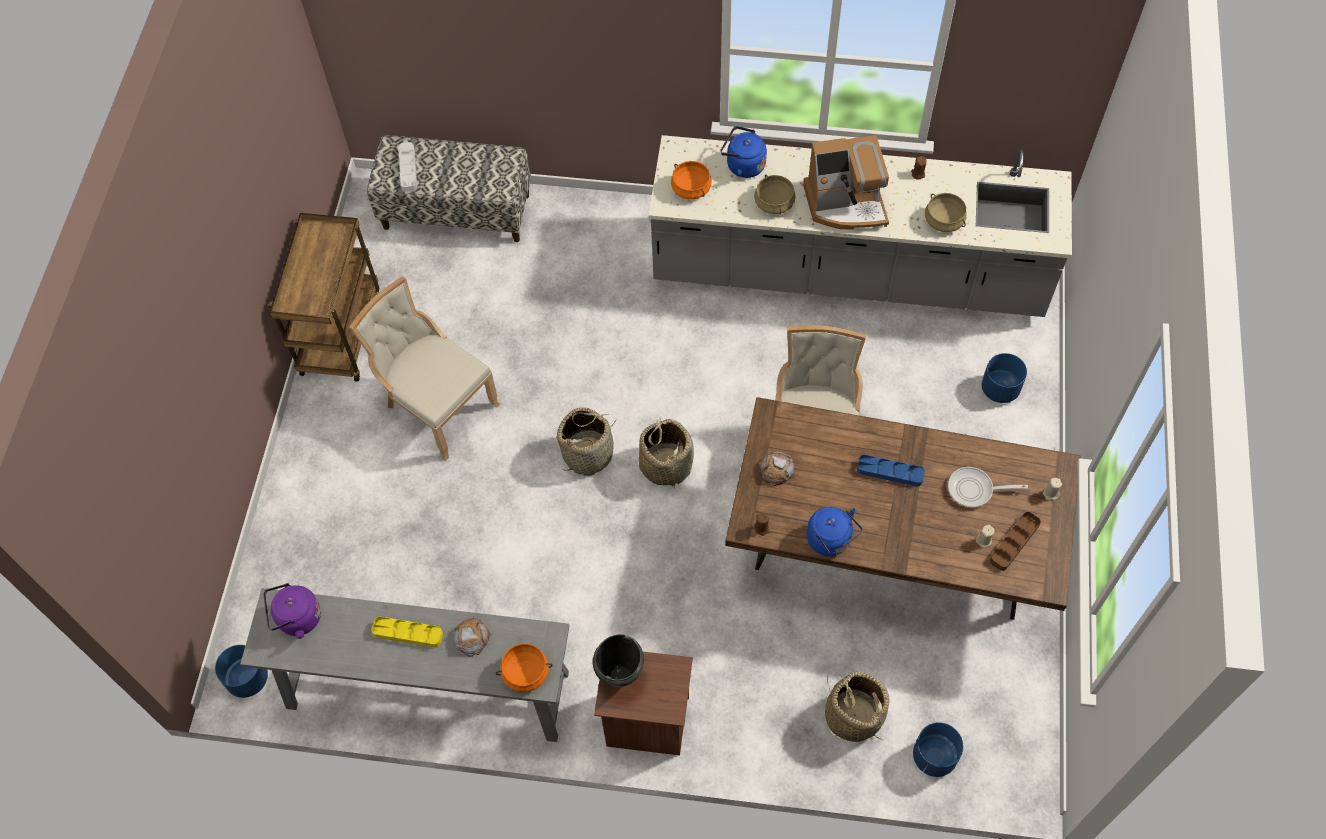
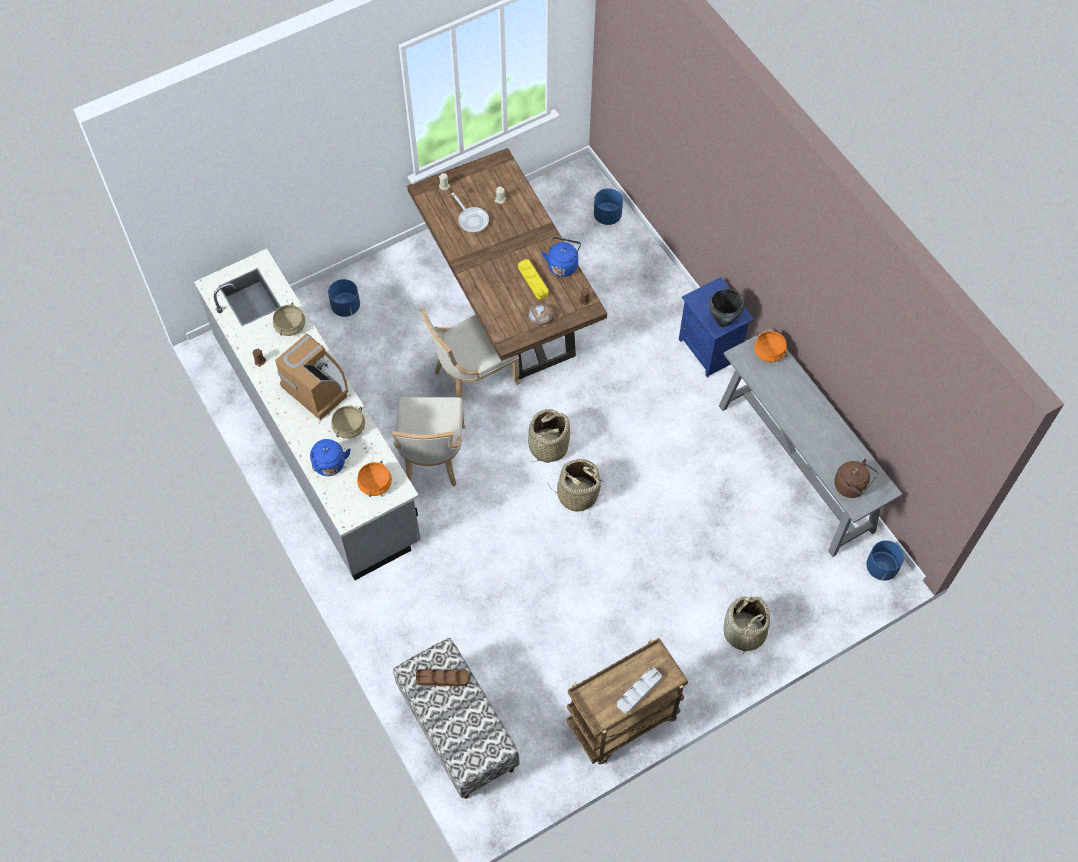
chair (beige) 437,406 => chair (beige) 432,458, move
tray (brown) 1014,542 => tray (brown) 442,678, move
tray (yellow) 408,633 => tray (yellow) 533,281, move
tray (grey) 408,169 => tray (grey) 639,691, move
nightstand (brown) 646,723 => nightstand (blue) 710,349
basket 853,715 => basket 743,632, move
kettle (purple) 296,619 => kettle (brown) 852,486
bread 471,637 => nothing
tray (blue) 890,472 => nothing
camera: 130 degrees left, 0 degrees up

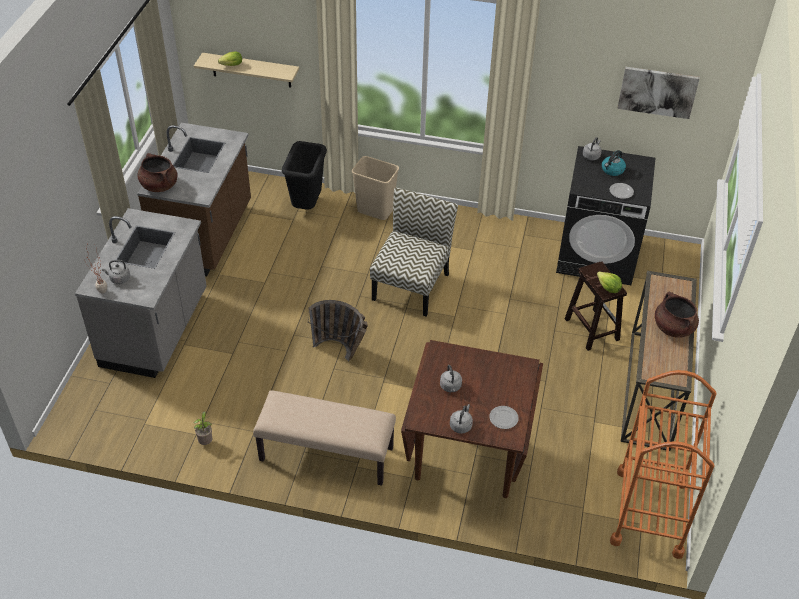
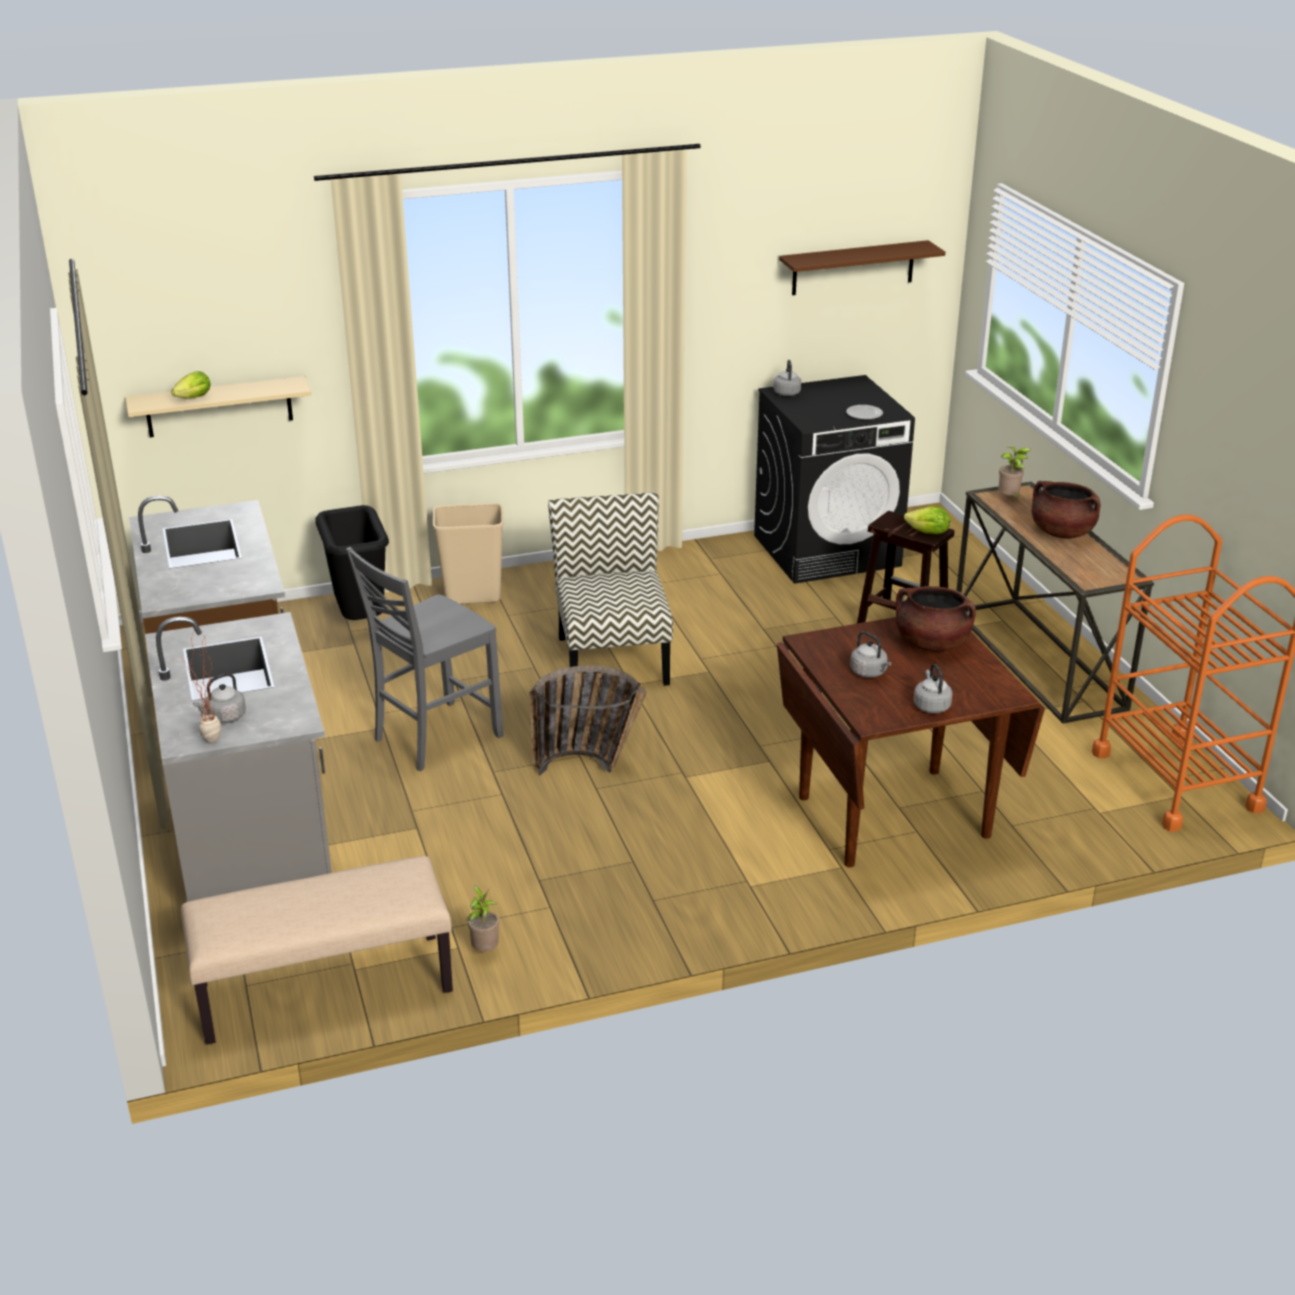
bench (beige) 325,454 => bench (beige) 324,989, move
nothing => chair (grey) 434,737
picture 657,91 => shelf (brown) 853,268
cooking pot (brown) 159,185 => cooking pot (brown) 931,643, move
nothing => potted plant 1009,499
plate 503,418 => nothing
kettle 612,170 => nothing
camera: 30 degrees left, 15 degrees down

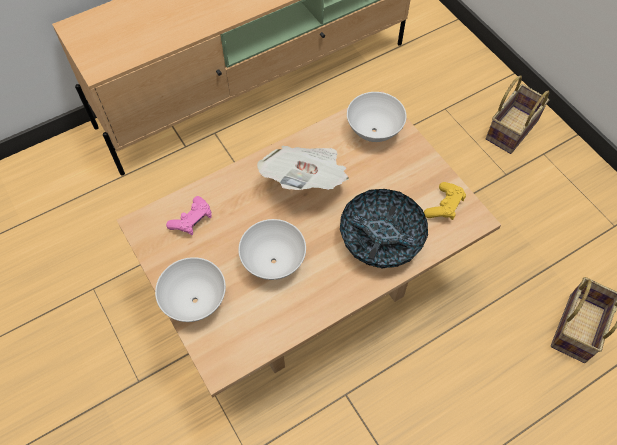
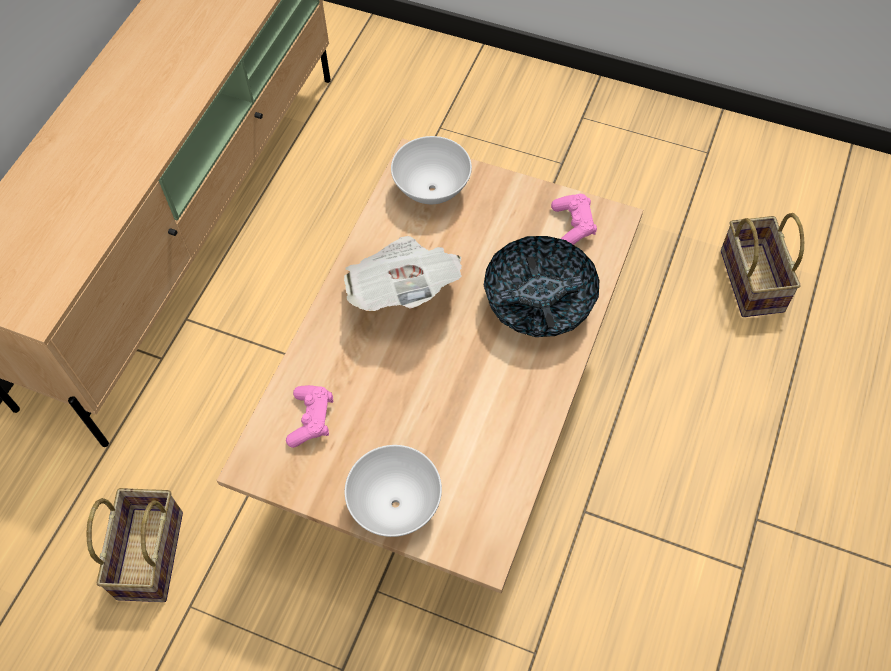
basket 511,128 => basket 148,552, move
game controller (yellow) 444,206 => game controller (pink) 573,226
bowl (white) 273,262 => nothing
camera: 35 degrees left, 0 degrees up

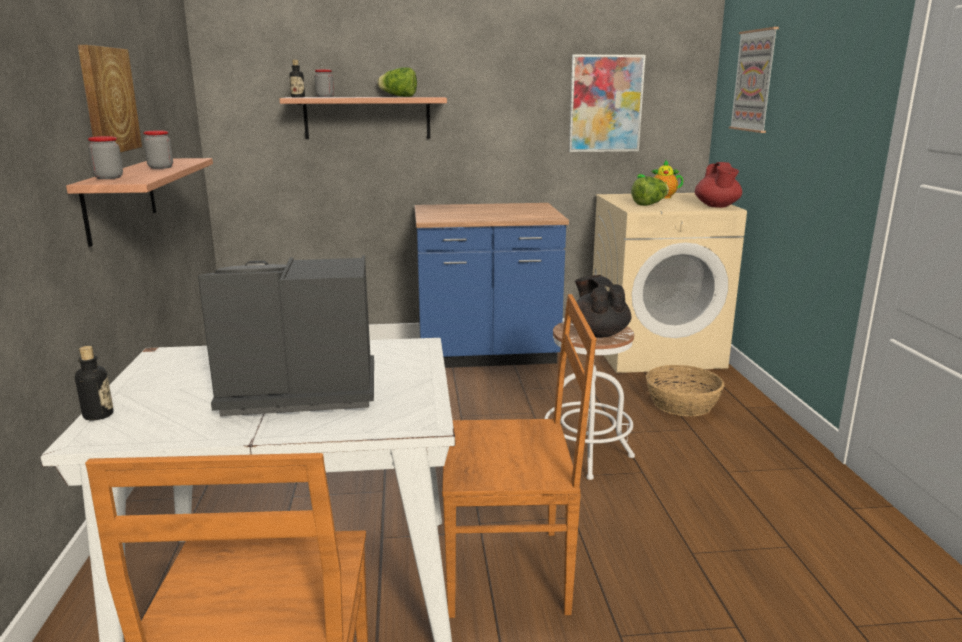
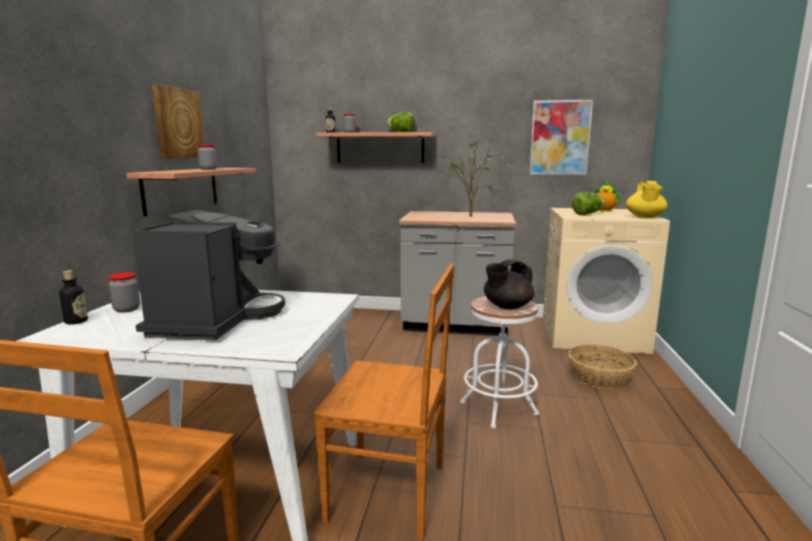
jar 108,177 => jar 127,309, move
coffee machine 295,391 => coffee machine 216,319, 90 degrees clockwise
counter (blue) 486,355 => counter (grey) 455,326
nothing => potted plant 472,217
teapot (black) 598,333 => teapot (black) 507,306, 120 degrees counterclockwise
teapot (red) 717,206 => teapot (yellow) 645,217
picture 754,81 => nothing
camera: 15 degrees right, 5 degrees down

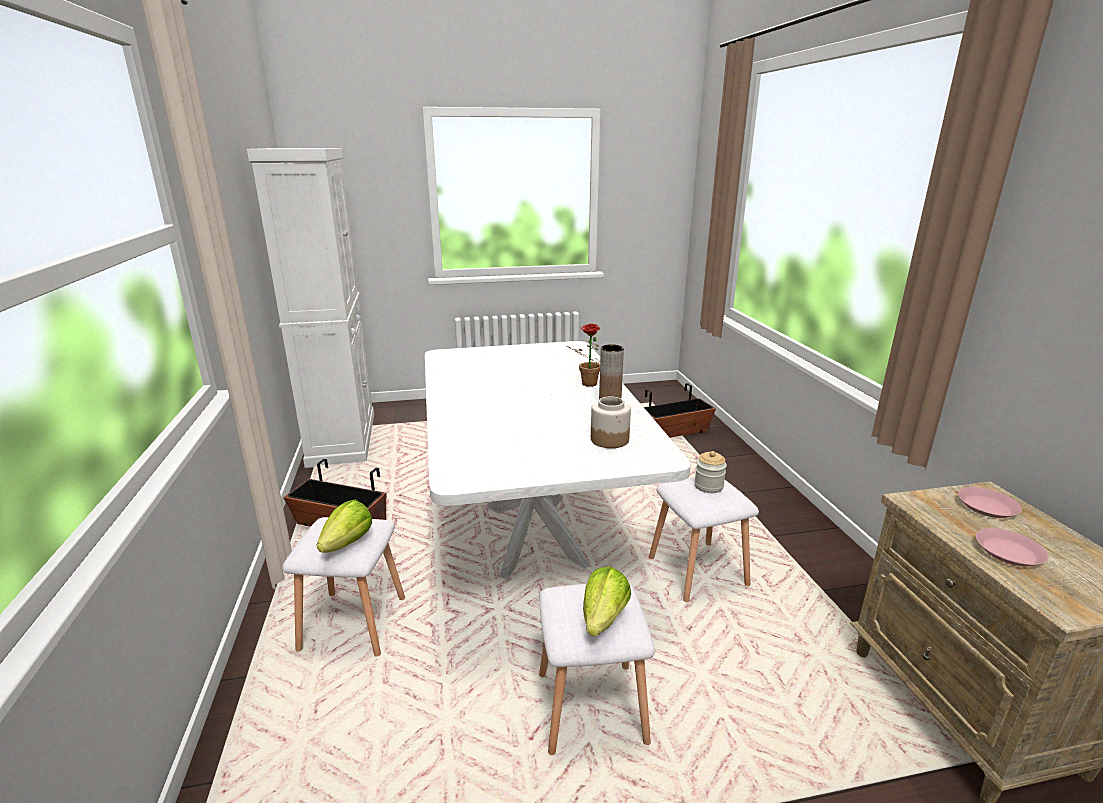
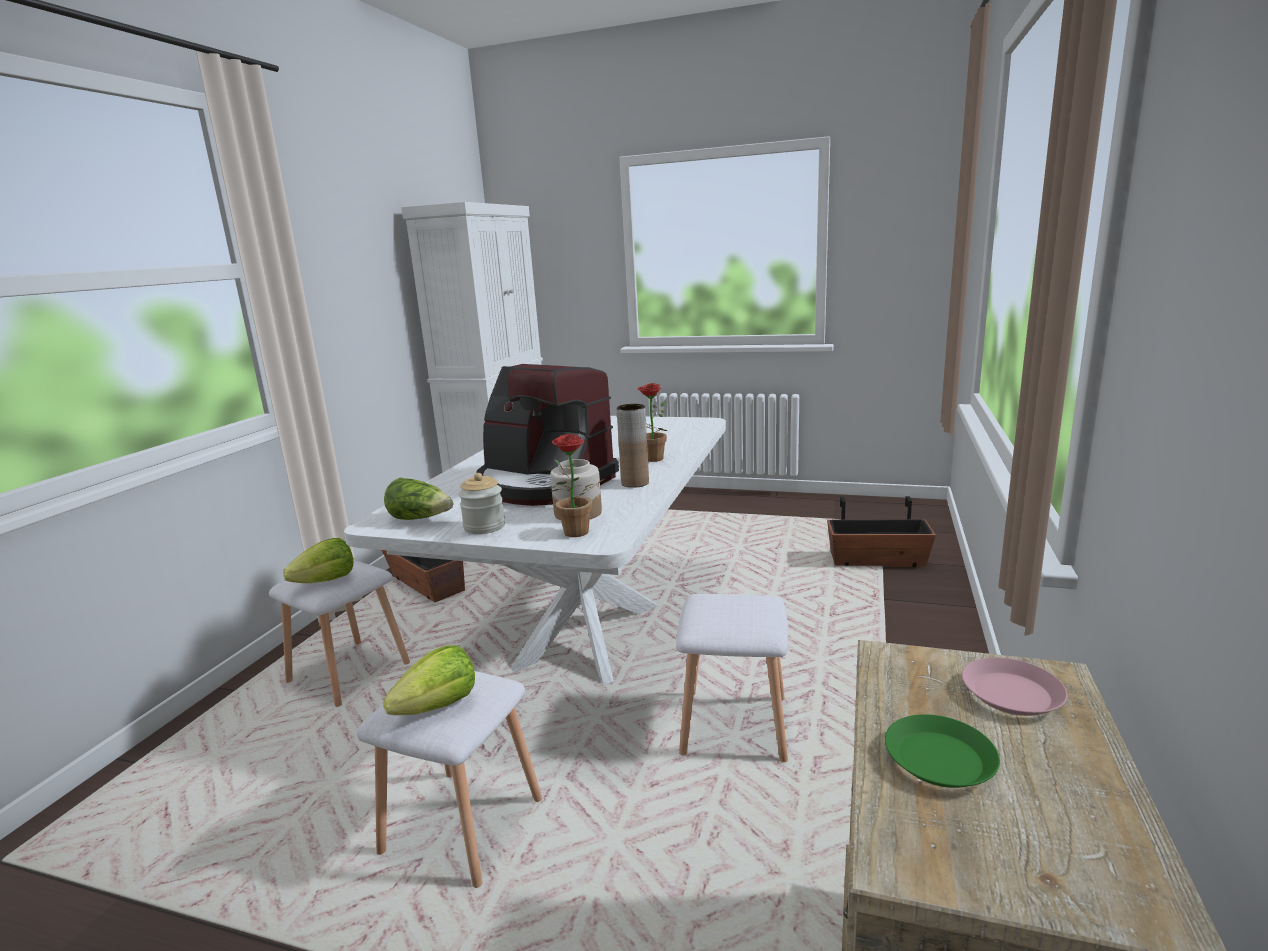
nothing => lettuce 421,519
jar 708,486 => jar 484,527, move
nothing => coffee machine 544,483
nothing => potted plant 577,534
plate (pink) 1008,552 => plate (green) 938,759
camera: 30 degrees right, 5 degrees down

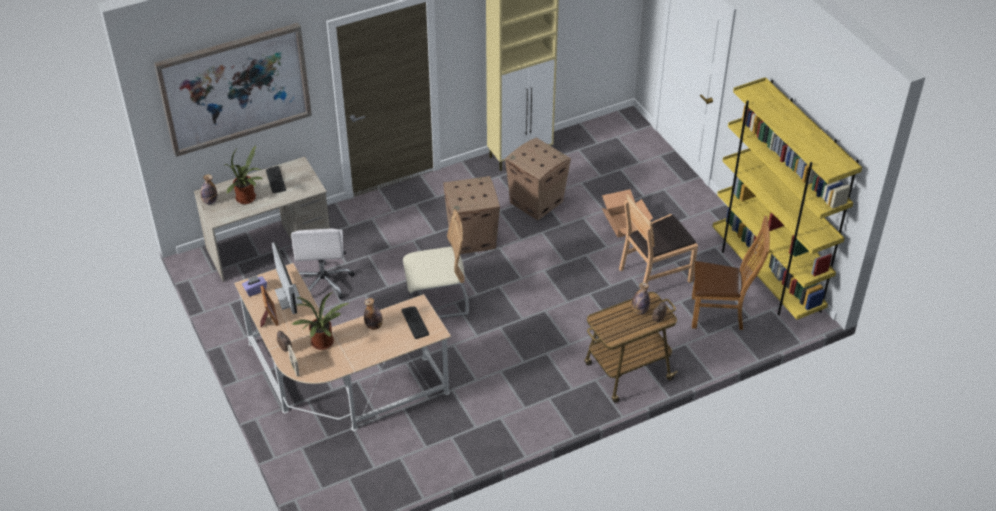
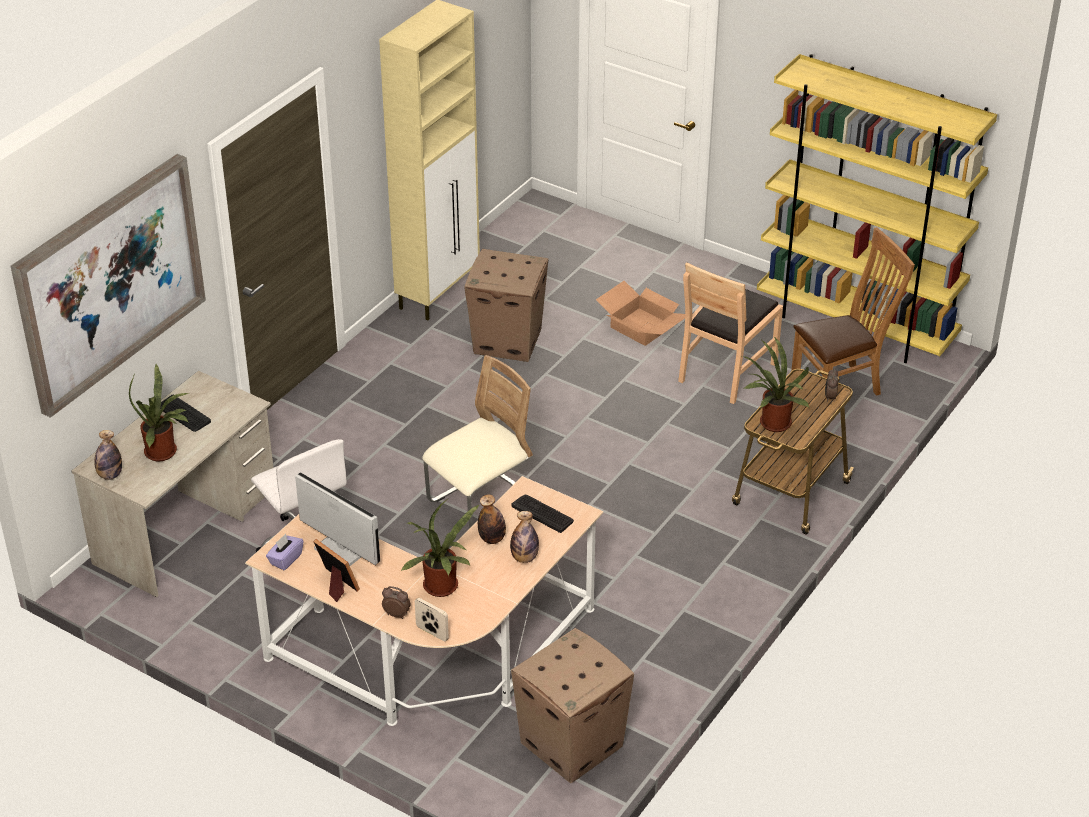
bottle 639,311 => bottle 524,558, move
cardboard box 472,238 => cardboard box 573,744, move
nothing => potted plant 772,424
camera: 30 degrees left, 5 degrees down

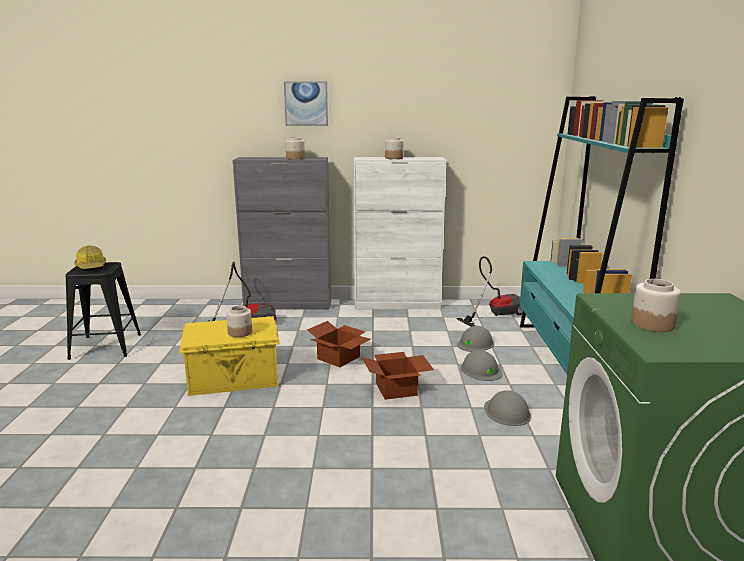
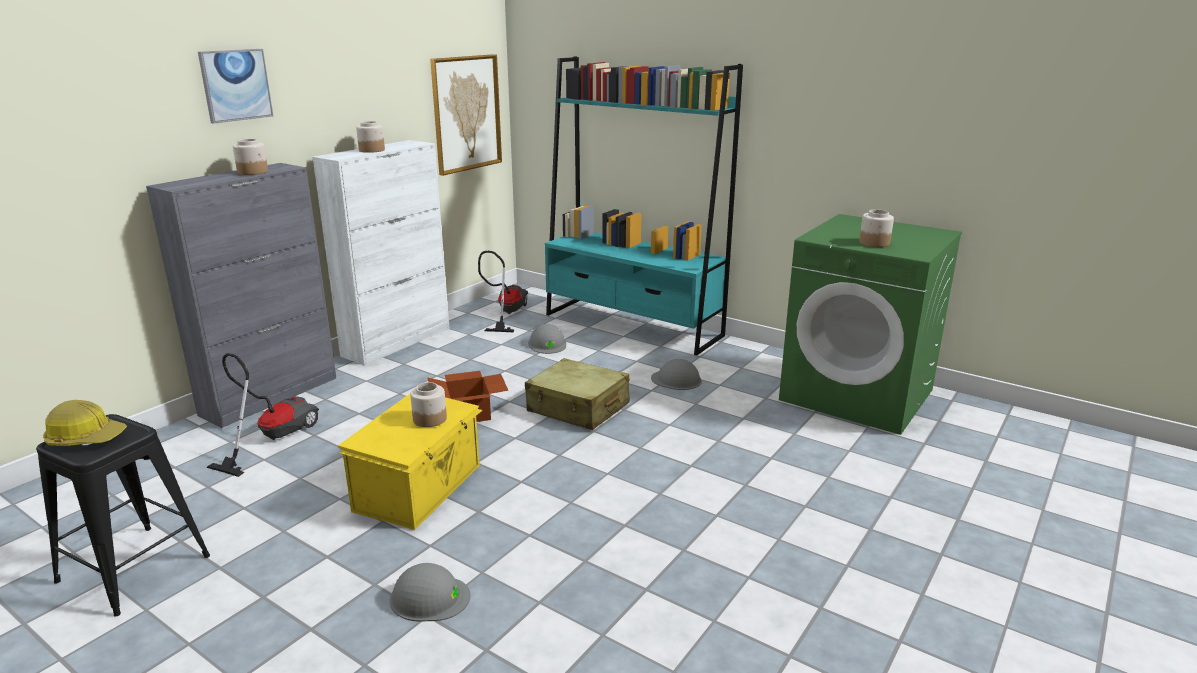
hard hat (grey) 481,370 => hard hat (grey) 429,597, move
nothing => picture 466,113
cardboard box 397,389 => suitcase (beige) 578,408
camera: 55 degrees left, 5 degrees up

